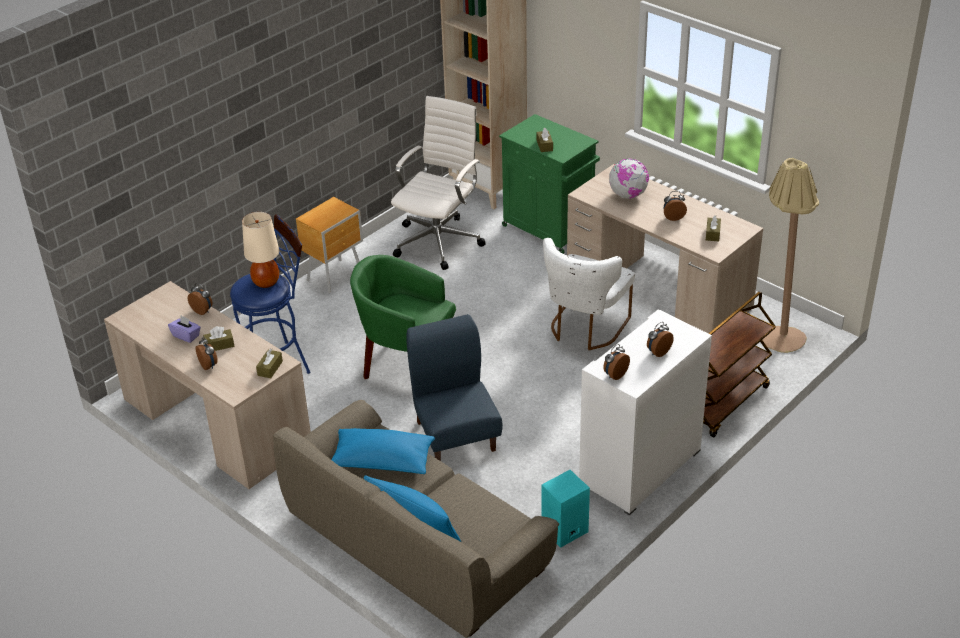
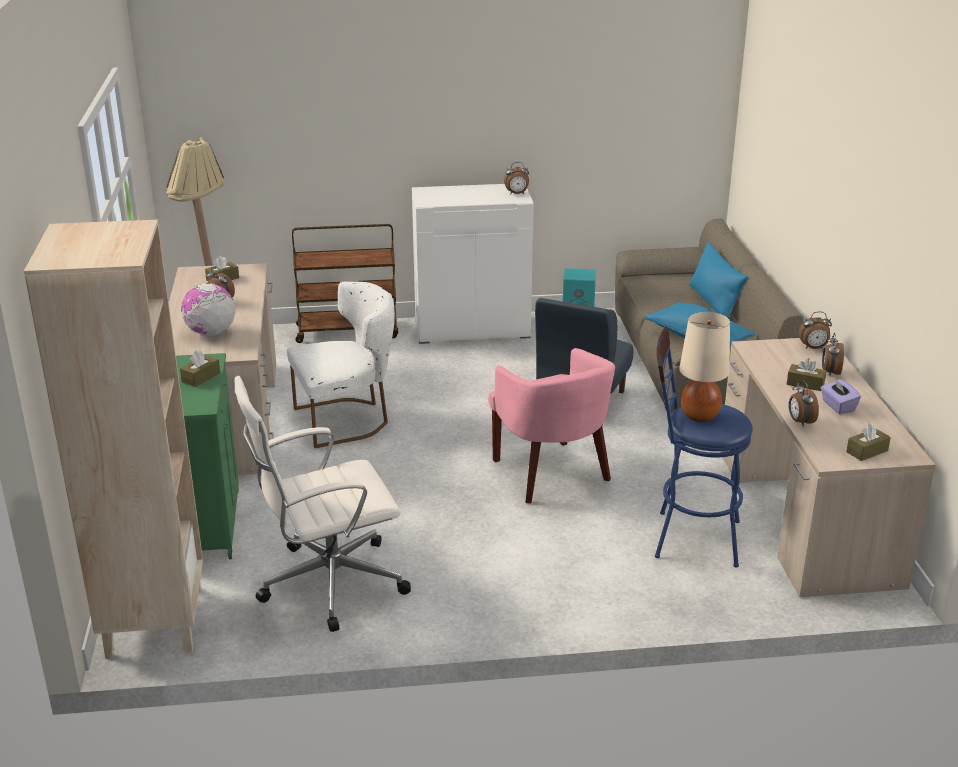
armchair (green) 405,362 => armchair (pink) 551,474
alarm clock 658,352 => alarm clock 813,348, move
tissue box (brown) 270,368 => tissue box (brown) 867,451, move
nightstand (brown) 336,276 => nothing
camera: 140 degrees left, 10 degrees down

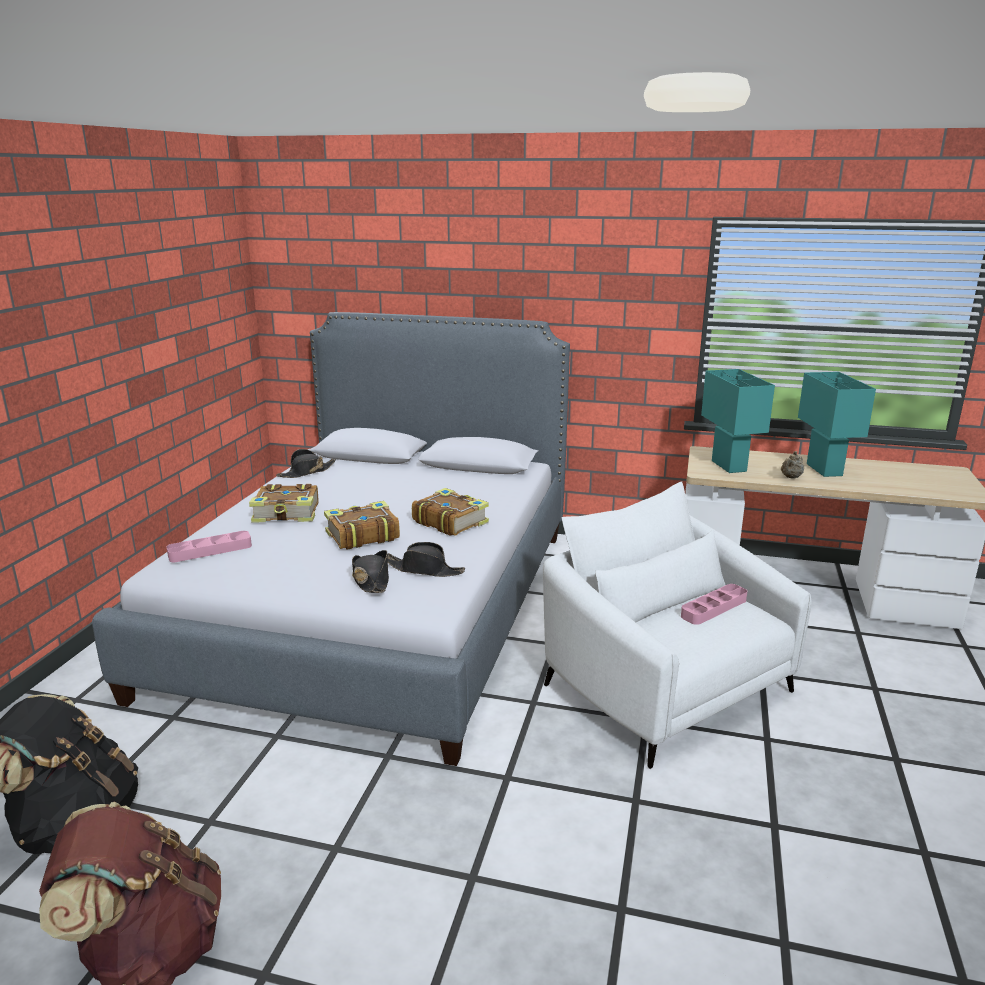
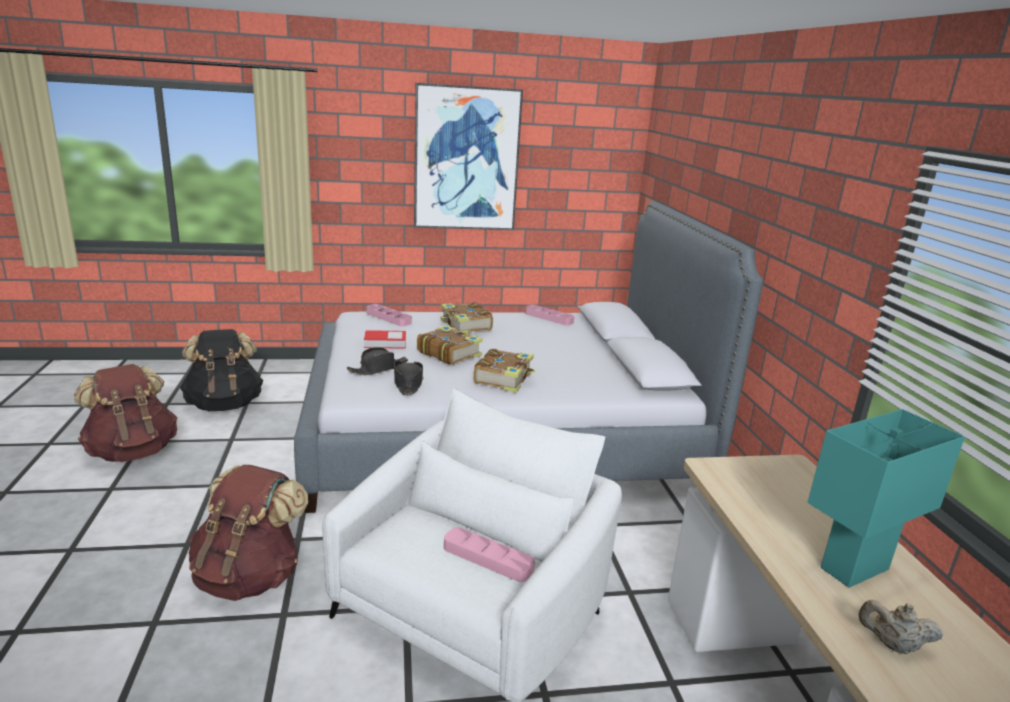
nothing => backpack (brown) 249,577
nothing => book 385,343
nothing => picture 466,159
hat (black) 307,472 => tray (pink) 549,318
teapot (beige) 790,477 => teapot (beige) 893,645, move
table lamp (turquoise) 728,466 => nothing
camera: 65 degrees right, 0 degrees up

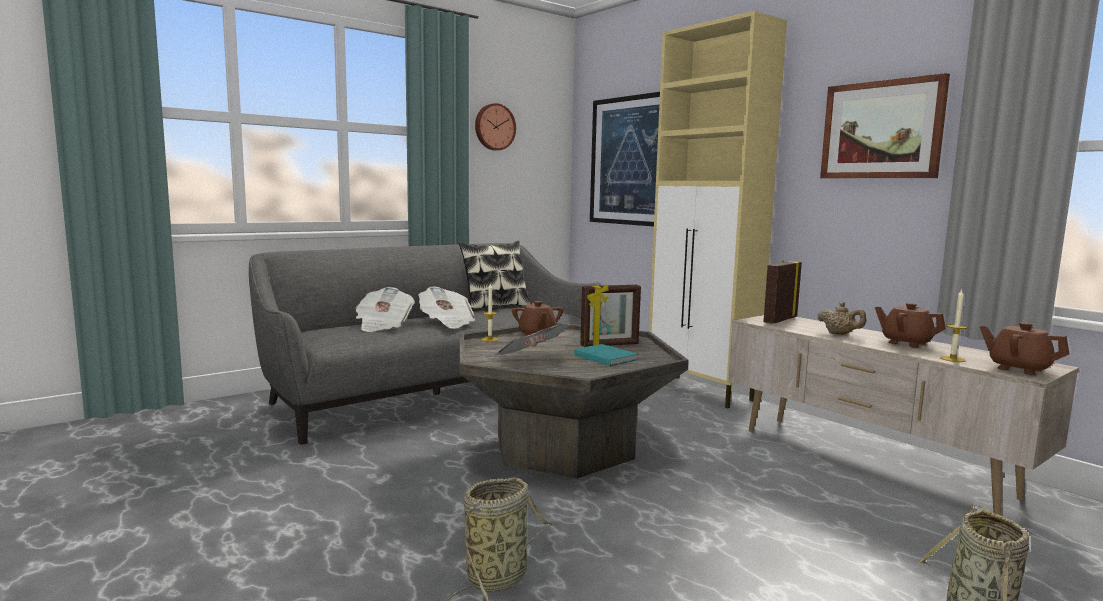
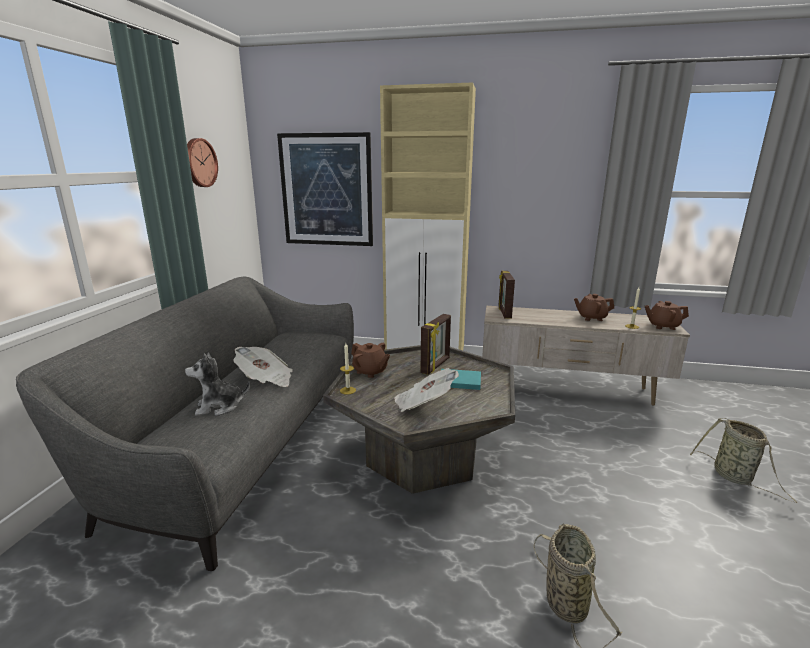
newspaper 383,325 => plush toy 219,406
pillow 495,307 => nothing
teapot (beige) 840,334 => nothing
picture 881,130 => nothing
camera: 40 degrees left, 10 degrees up

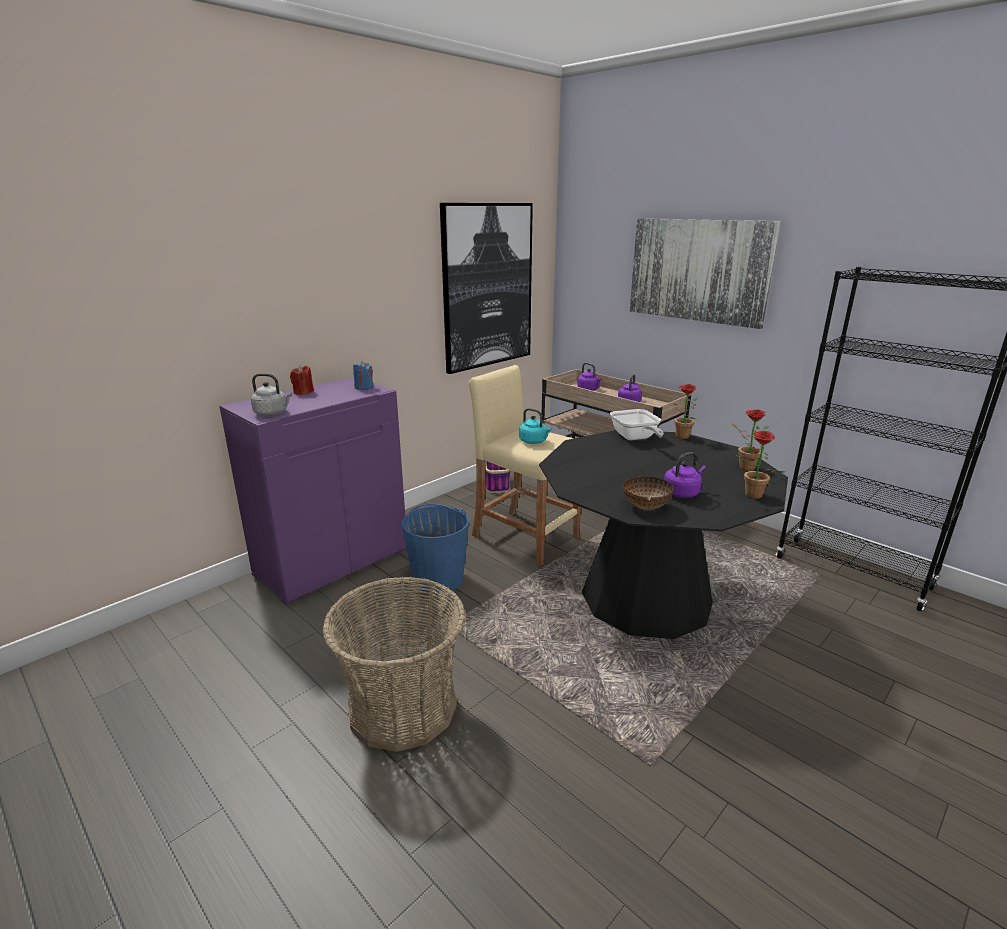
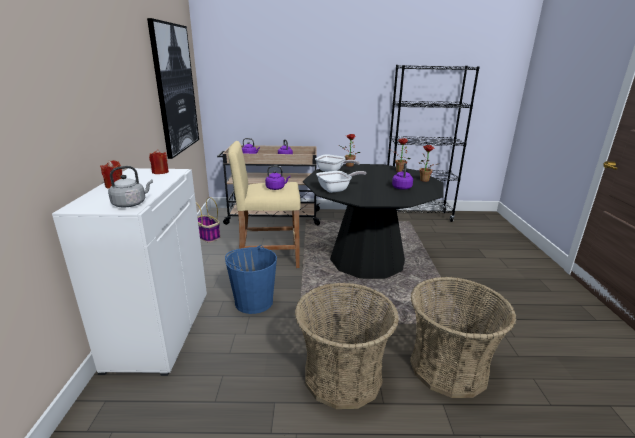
cabinet (purple) 332,560 => cabinet (white) 159,329
candle (blue) 364,387 => candle (red) 160,172
kettle (turquoise) 534,441 => kettle (purple) 276,188
nothing => frying pan 337,189
nothing => basket 448,367
bowl 645,506 => nothing
picture 698,270 => nothing
camera: 45 degrees left, 0 degrees up

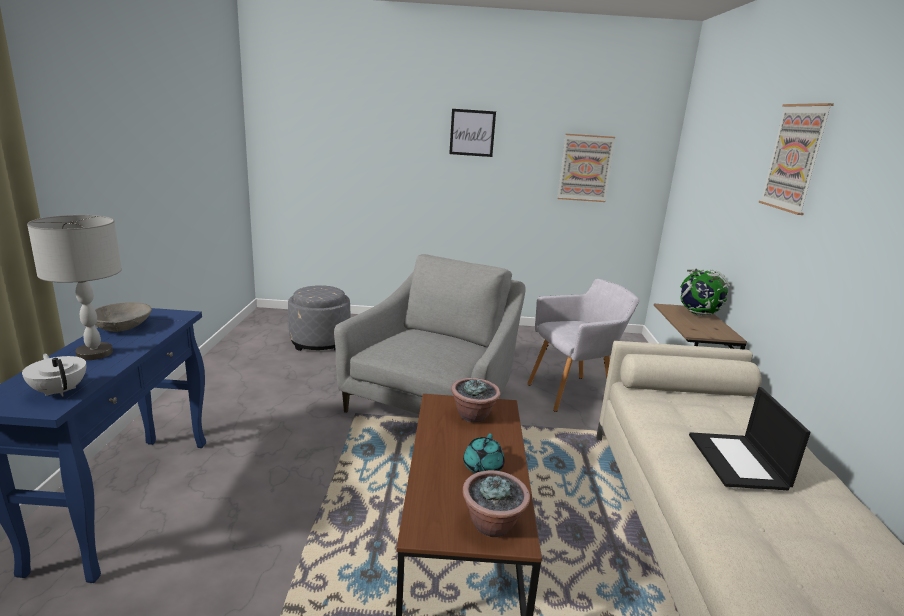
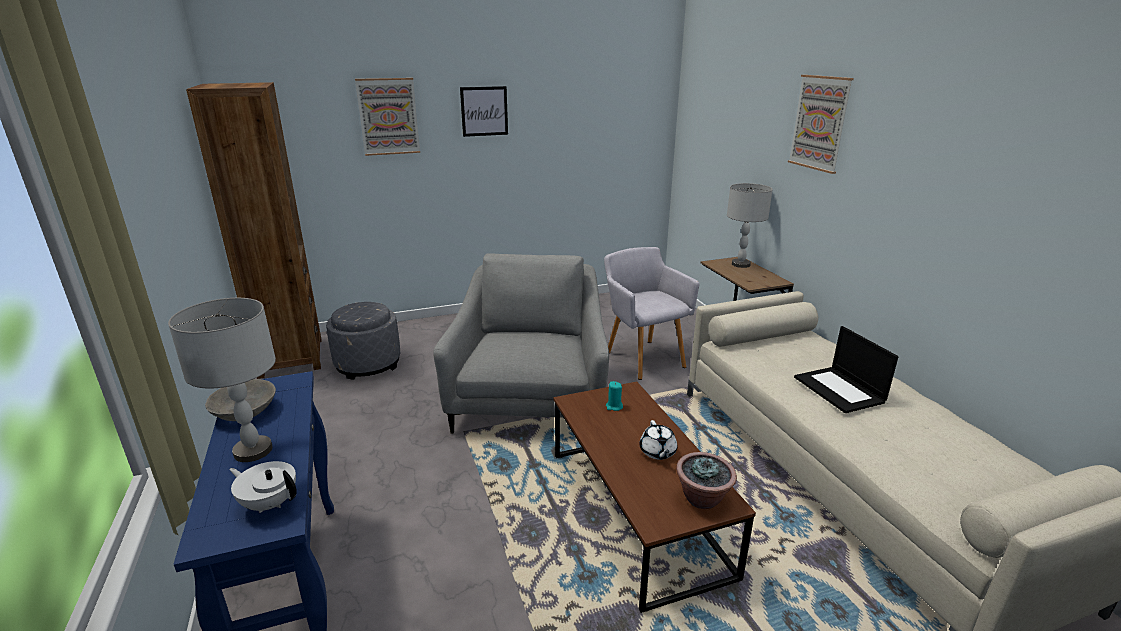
nothing => bookcase (brown) 290,358
picture 585,168 => picture 388,116, move
armchair (grey) 573,393 => armchair (grey) 643,357, 75 degrees counterclockwise
potted plant 473,416 => candle (turquoise) 614,406
teapot (turquoise) 482,467 => teapot (white) 657,452
globe 698,314 => table lamp (grey) 741,264
camera: 20 degrees left, 5 degrees up

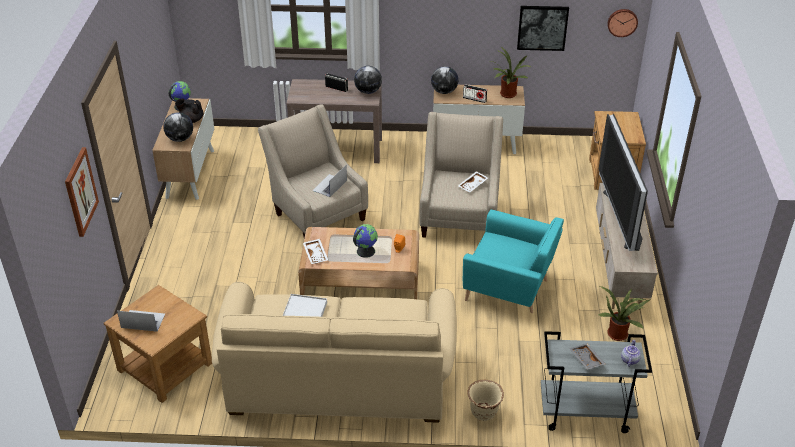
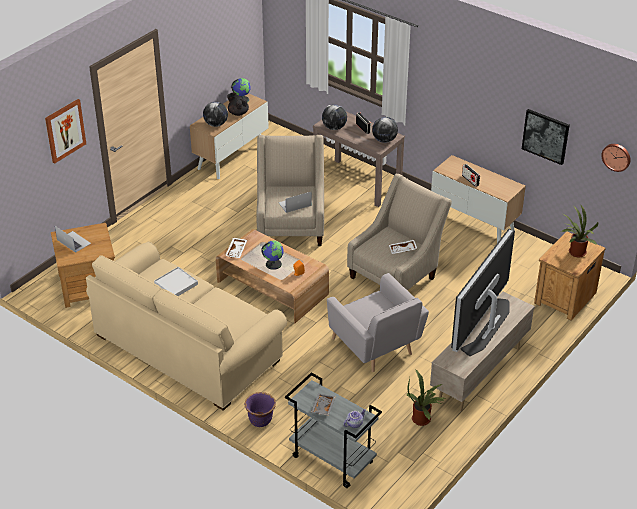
planter (beige) 483,412 => planter (purple) 260,420
globe 444,92 => globe 334,128, move
armchair (turquoise) 510,288 => armchair (grey) 376,346
potted plant 507,95 => potted plant 575,253, move
camera: 35 degrees right, 0 degrees up

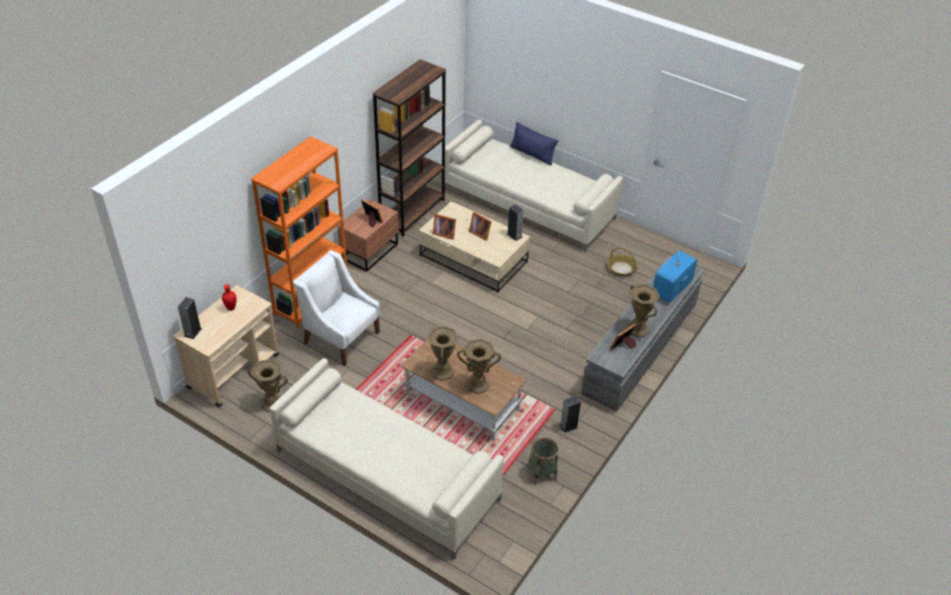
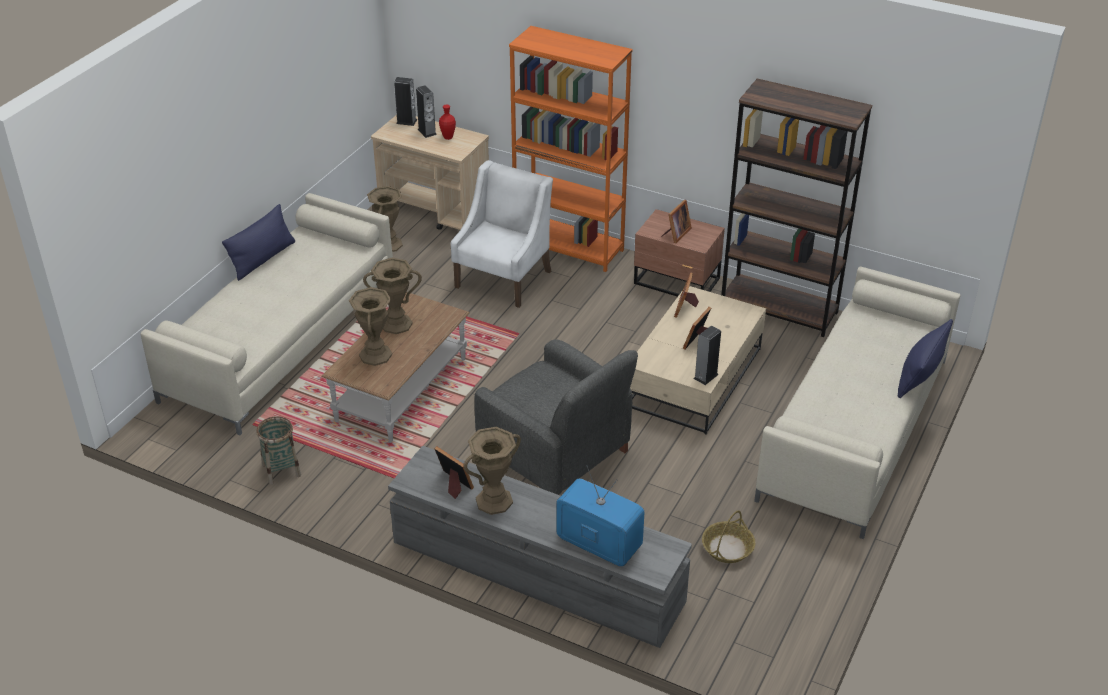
nothing => pillow (blue) 263,259
speaker 568,426 => speaker 427,132, move
nothing => armchair (grey) 556,455
camera: 85 degrees right, 5 degrees down

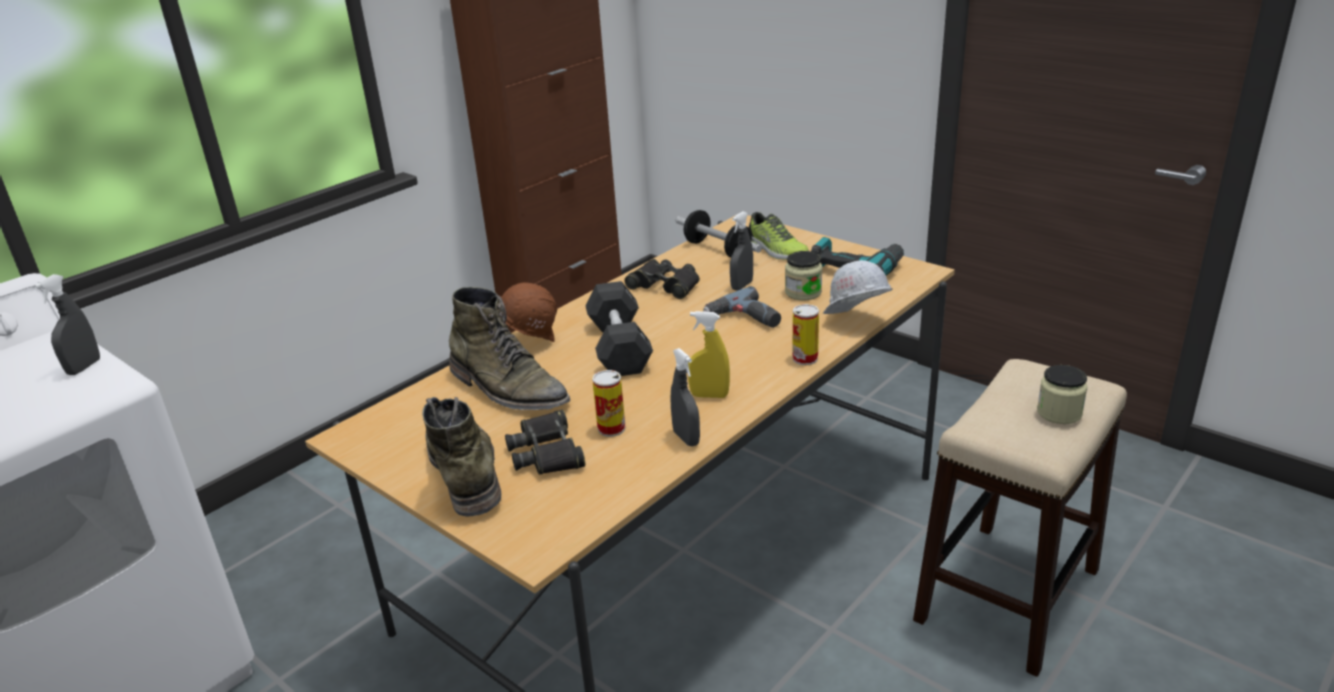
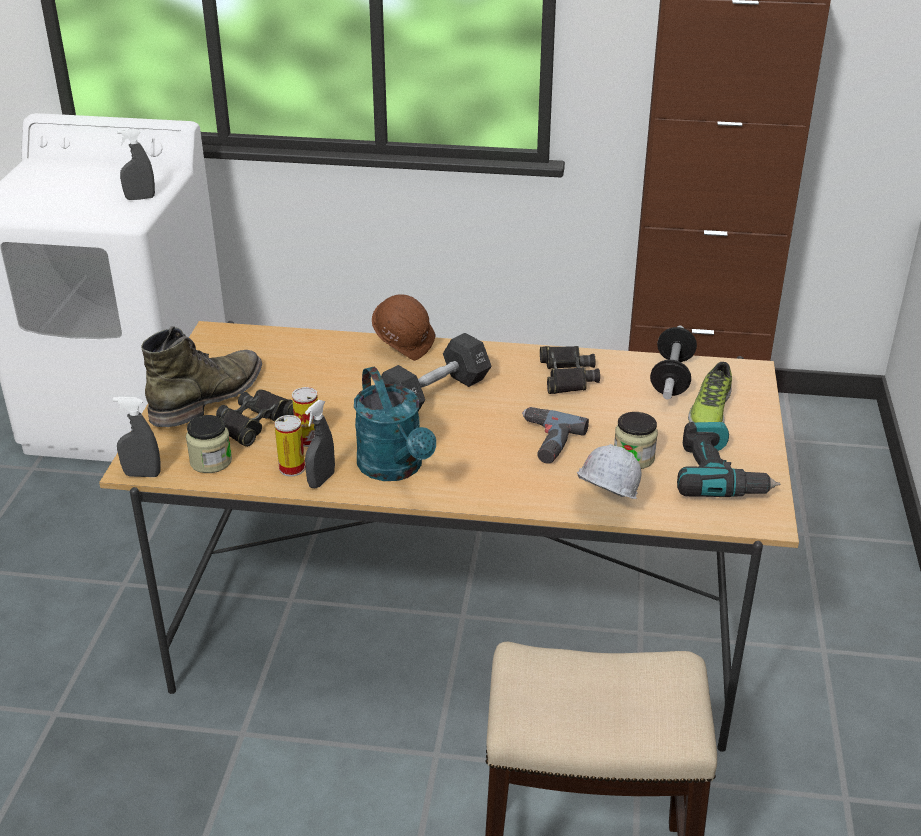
spray bottle (grey) 742,286 => spray bottle (grey) 142,474, move
jar 1059,413 => jar 211,461, move
can 805,358 => can 292,468, move
spray bottle (yellow) 709,395 => watering can (turquoise) 395,469
boot (green) 508,389 => nothing
camera: 55 degrees right, 5 degrees up

